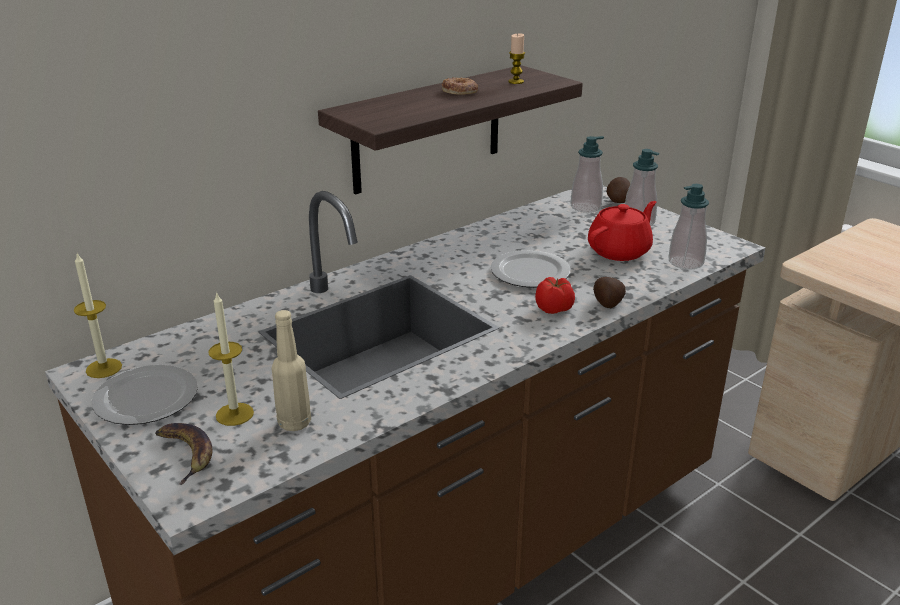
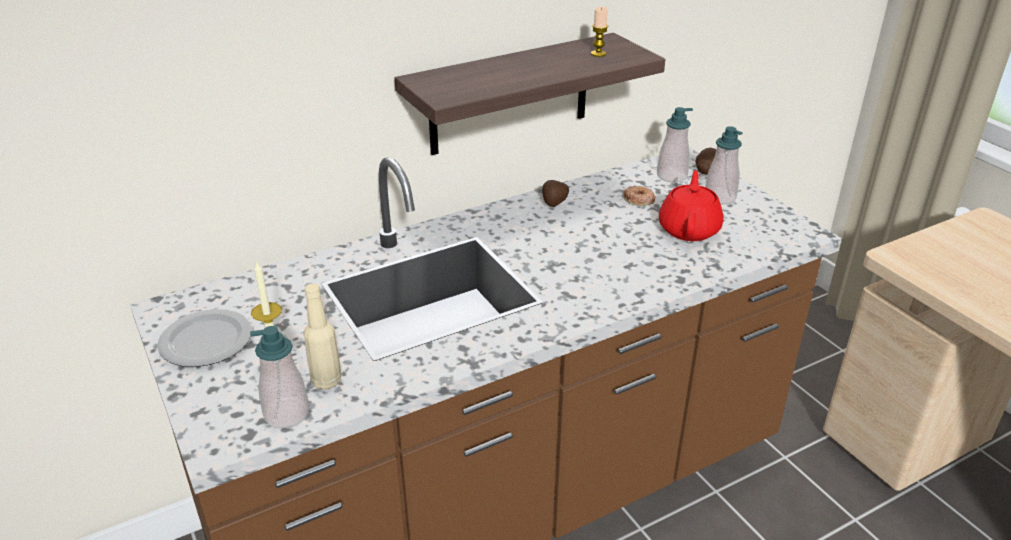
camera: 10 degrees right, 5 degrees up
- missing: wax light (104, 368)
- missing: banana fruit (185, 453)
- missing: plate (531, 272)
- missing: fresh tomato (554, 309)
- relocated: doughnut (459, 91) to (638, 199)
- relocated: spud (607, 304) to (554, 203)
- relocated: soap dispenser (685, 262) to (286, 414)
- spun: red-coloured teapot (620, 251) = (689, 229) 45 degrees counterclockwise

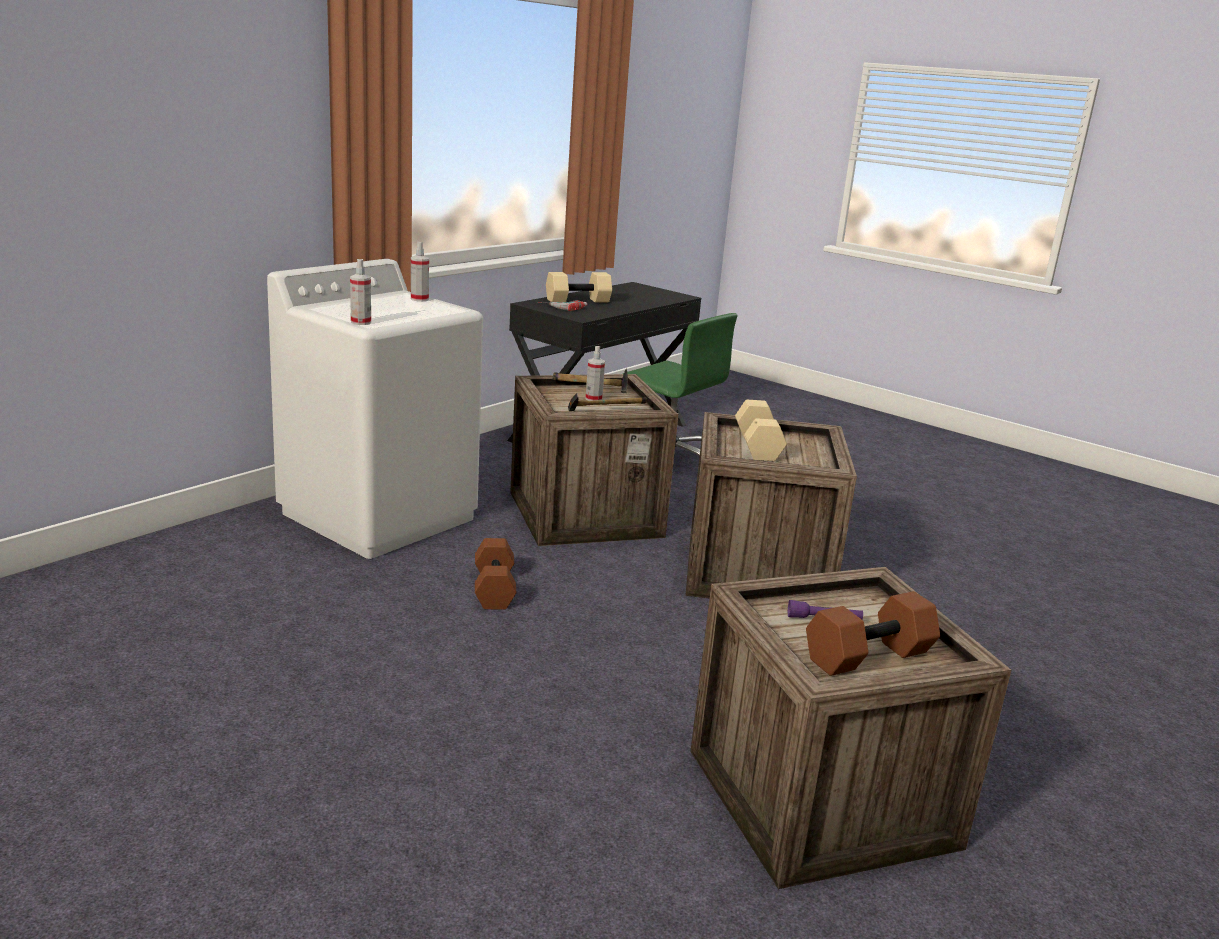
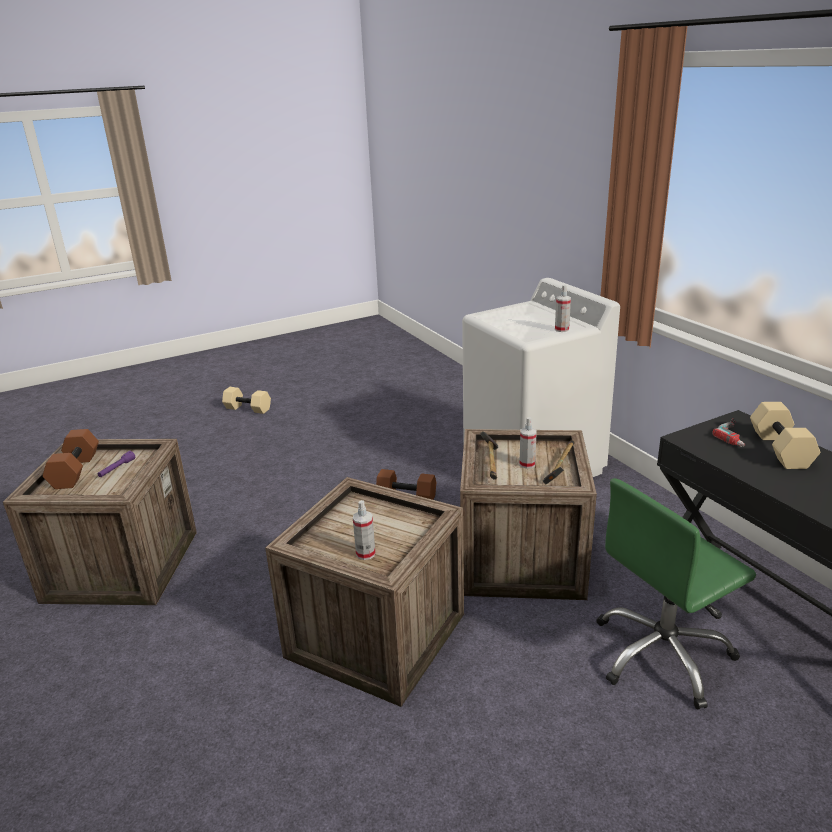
camera: 115 degrees right, 5 degrees up
- relocated: spray bottle (361, 322) to (365, 554)
- relocated: sand-coloured free weight (756, 446) to (248, 408)

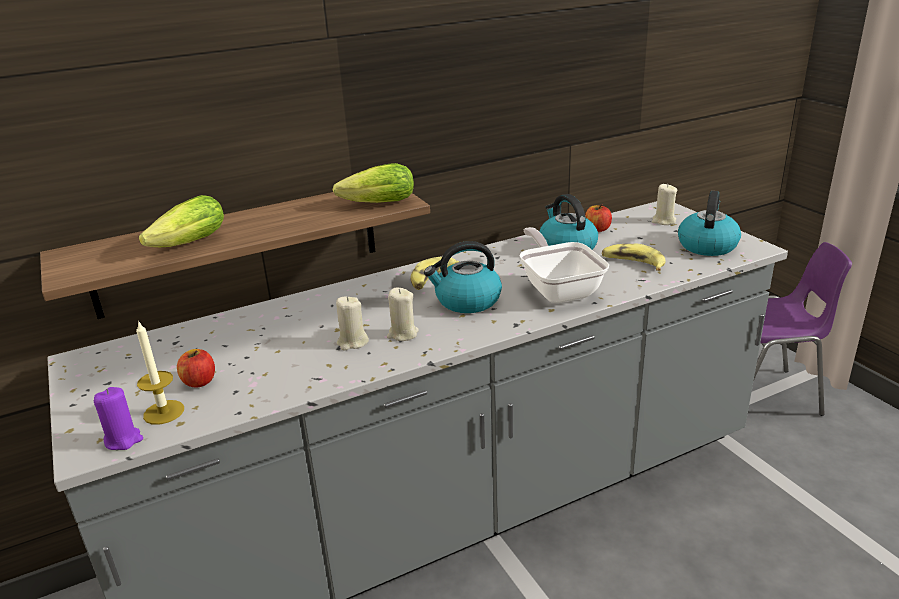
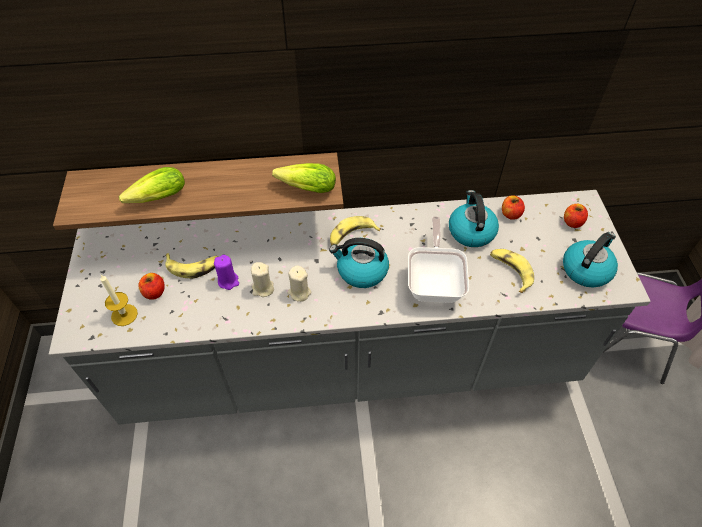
camera: 20 degrees right, 25 degrees up
- appeared: banana fruit (194, 266)
- relocated: purplish wax light (123, 440) to (228, 281)
- exchanged: sand-coloured wax light (663, 221) to whole apple (572, 222)

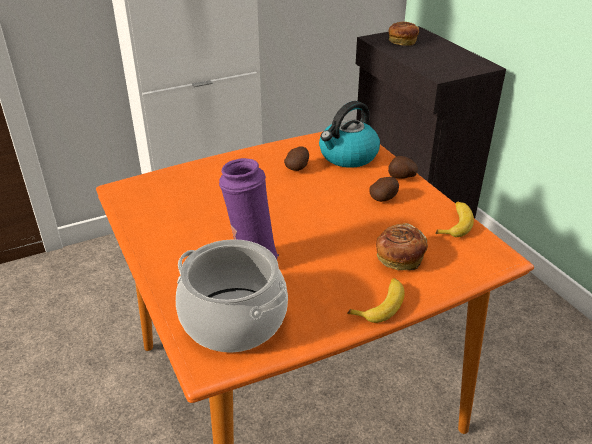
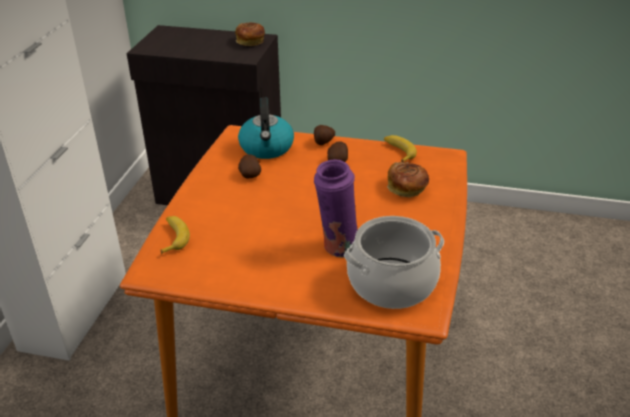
camera: 50 degrees left, 0 degrees up
- relocated: banana fruit (380, 304) to (173, 238)
- relocated: baked bread (402, 41) to (250, 42)

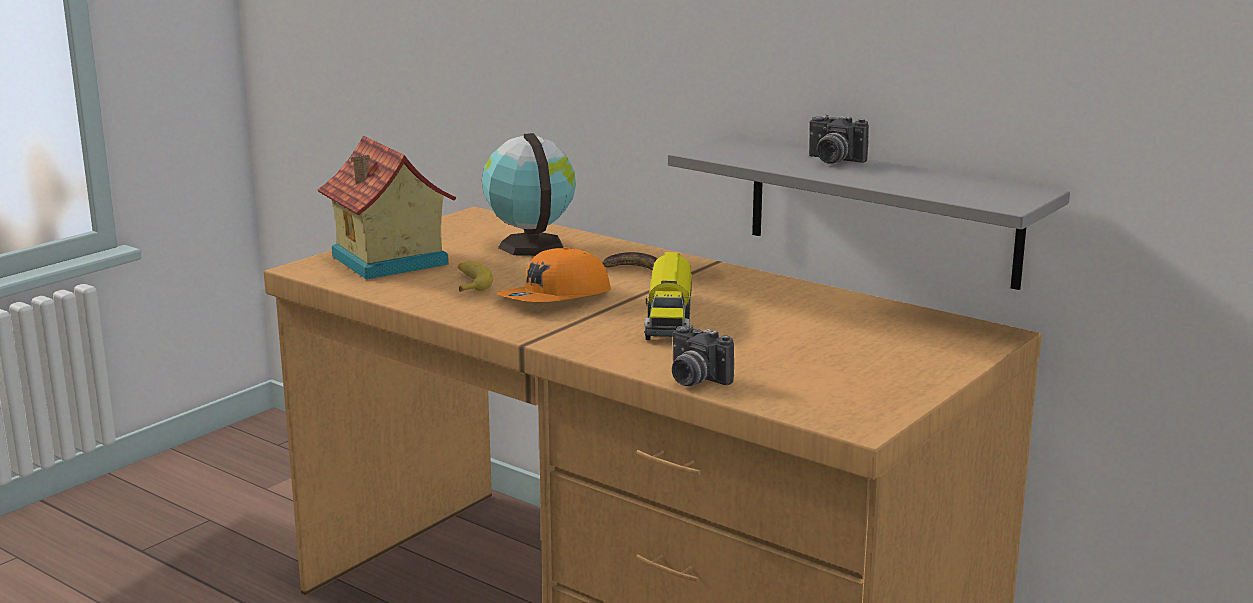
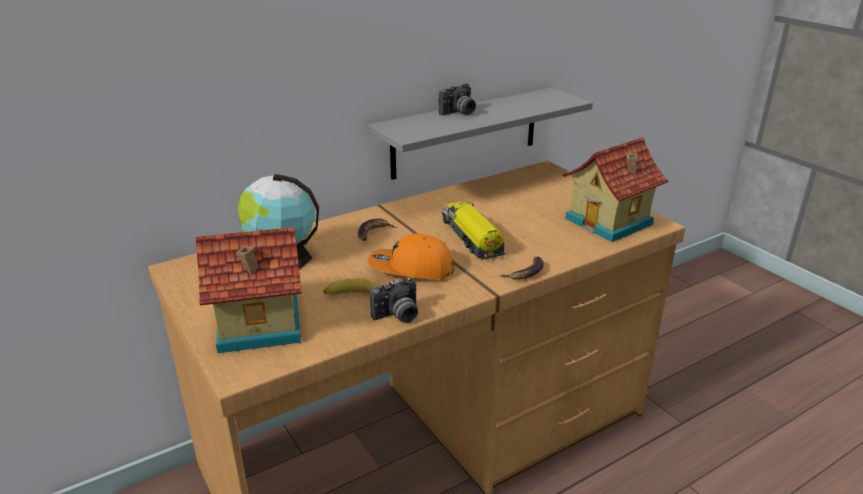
camera: 70 degrees left, 10 degrees up
- appeared: banana fruit (526, 272)
- appeared: model house (610, 222)
- relocated: photo camera (694, 380) to (398, 316)
- spun: orange-coloured cap (555, 298) = (411, 268) 120 degrees clockwise
- spun: toy truck (669, 316) = (472, 238) 135 degrees counterclockwise

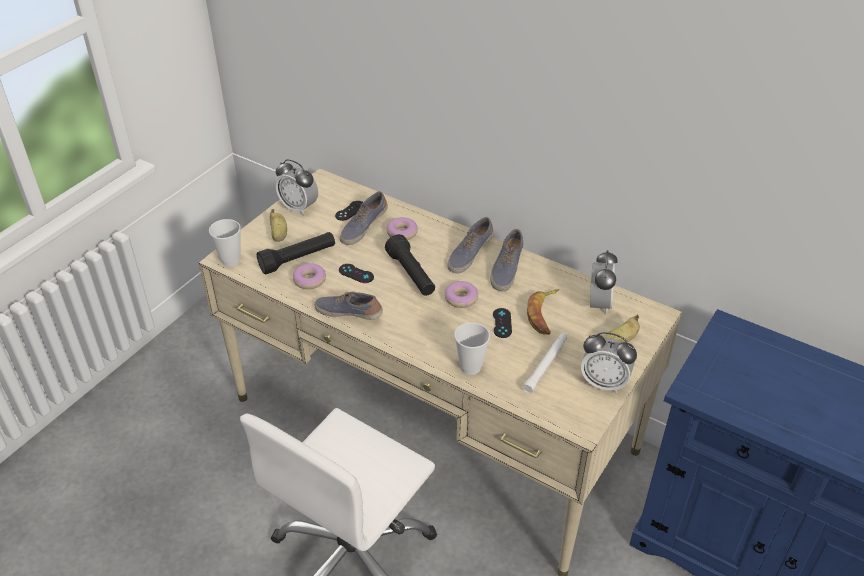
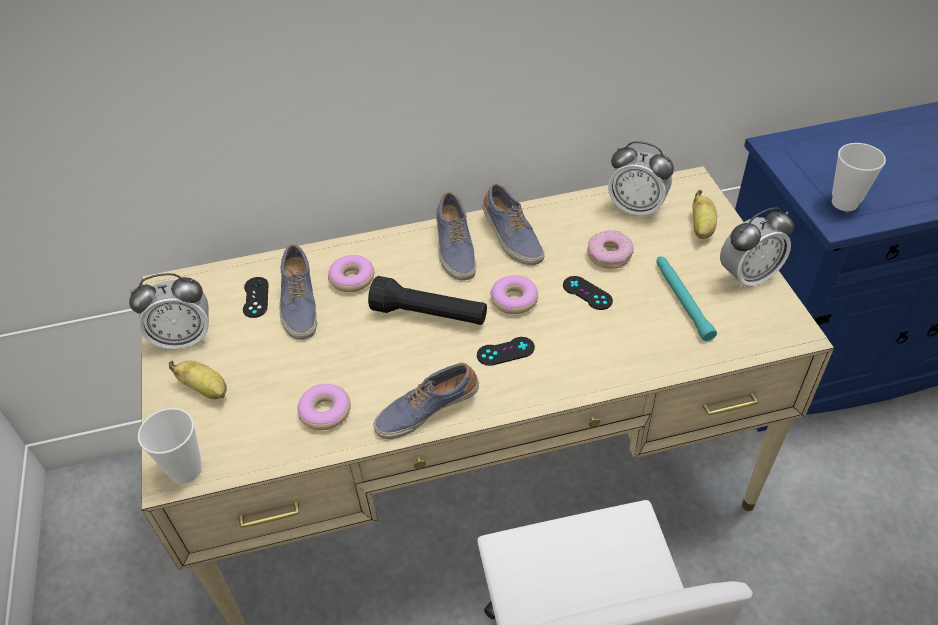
camera: 45 degrees left, 5 degrees up
- missing: black flashlight (298, 259)
- relocated: black joypad (356, 273) to (505, 351)
- relocated: cup (470, 367) to (844, 203)
- exchanged: banana fruit (544, 314) to doughnut (609, 255)
- colour: whitish flashlight (546, 364) to blue-green flashlight (682, 300)
- spun: bedside clock (599, 304) = (636, 208) 150 degrees clockwise

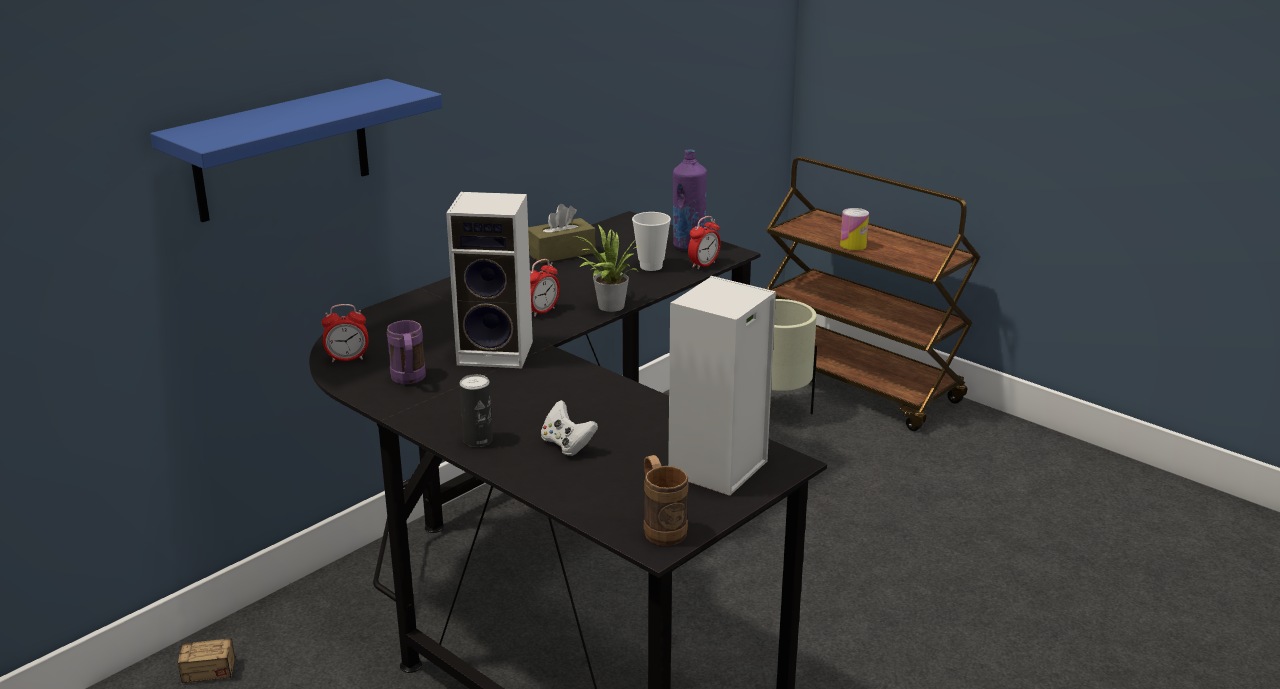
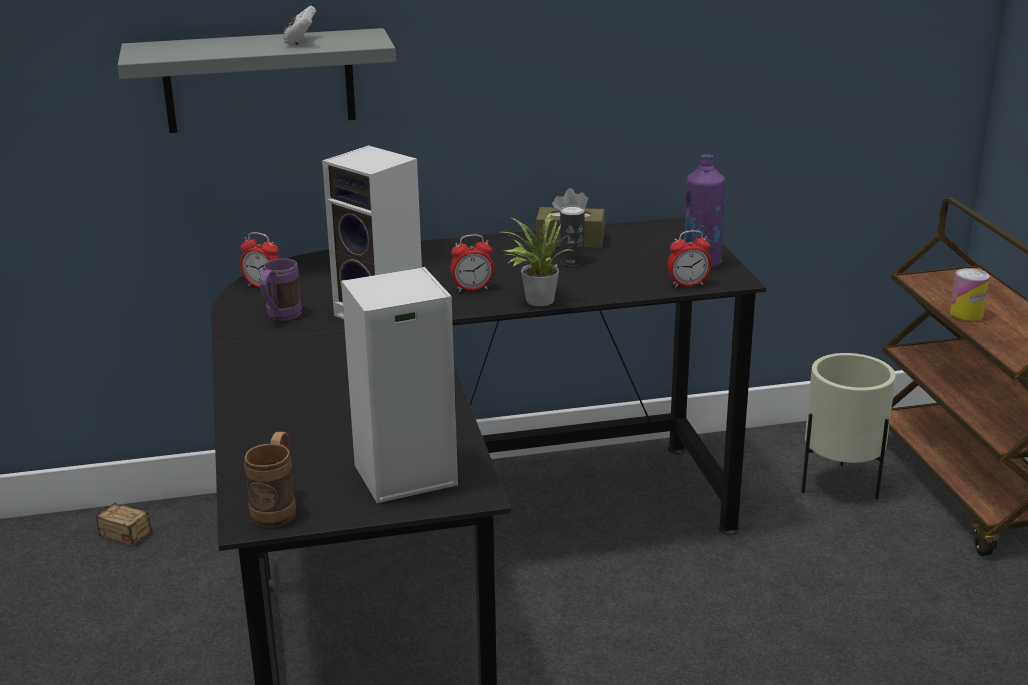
camera: 35 degrees right, 0 degrees up
- missing: cup (651, 266)
- relocated: can (478, 440) to (571, 261)
- relocated: whitish joypad (567, 445) to (300, 41)
- colour: bluish shelf (282, 150) to greyish shelf (259, 81)

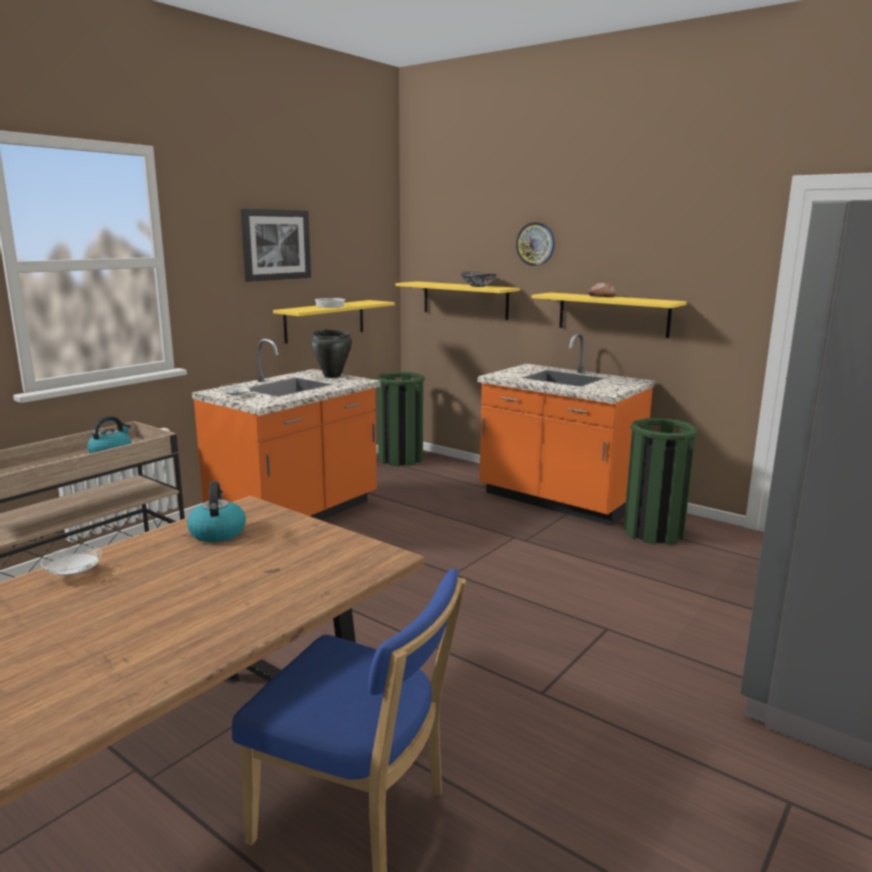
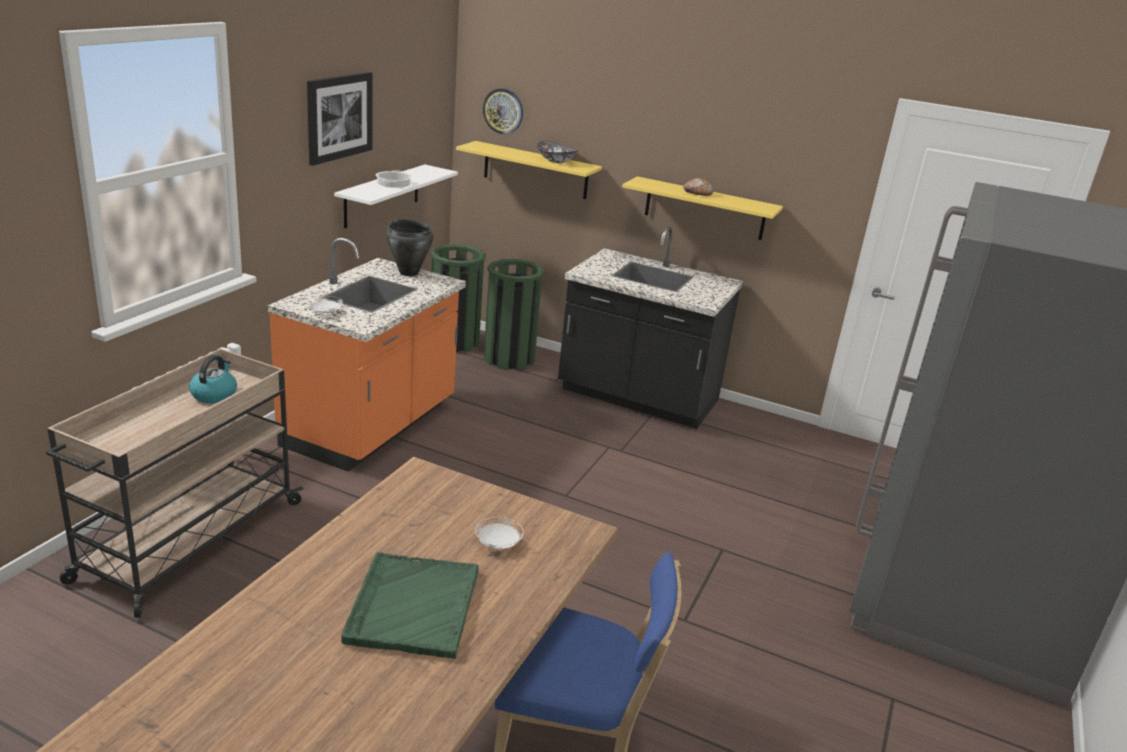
camera: 15 degrees left, 10 degrees up
- missing: water kettle (217, 532)
- appeared: greenish tray (412, 607)
- relocated: whitish plate (74, 574) to (498, 544)
- relocated: wall clock (535, 244) to (503, 111)
- relocated: greenish trash can (653, 532) to (509, 359)
- colour: yellowish shelf (325, 320) to whitish shelf (382, 195)
- colour: orange-coloured kitchen counter (558, 500) to black kitchen counter (637, 397)

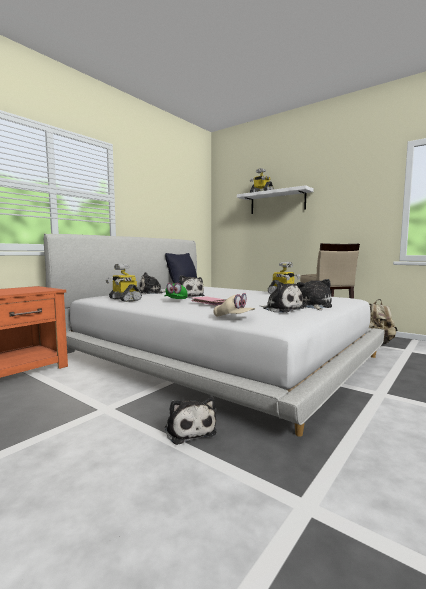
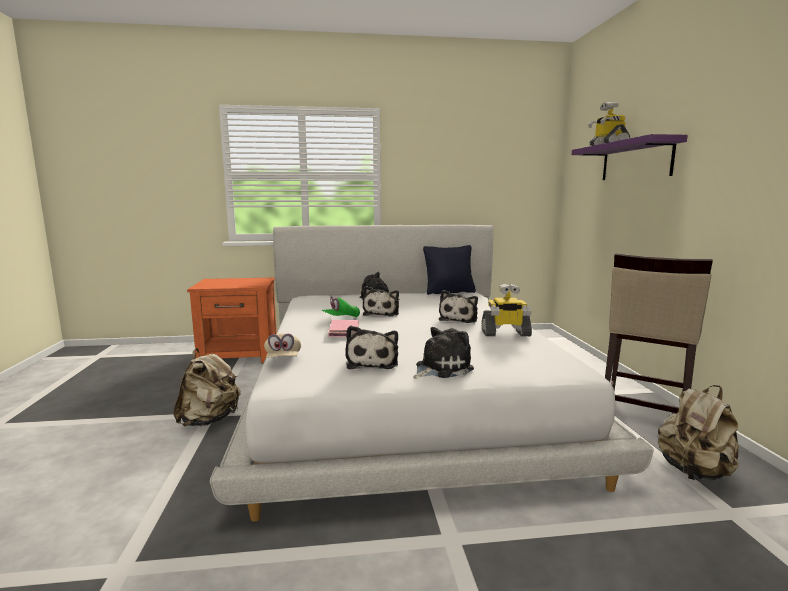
camera: 45 degrees right, 5 degrees up
- missing: robot figure (124, 299)
- appeared: sand-coloured knapsack (209, 420)
- relocated: cuddly toy (189, 430) to (459, 319)
- colour: whitish shelf (277, 202) to purplish shelf (635, 161)

